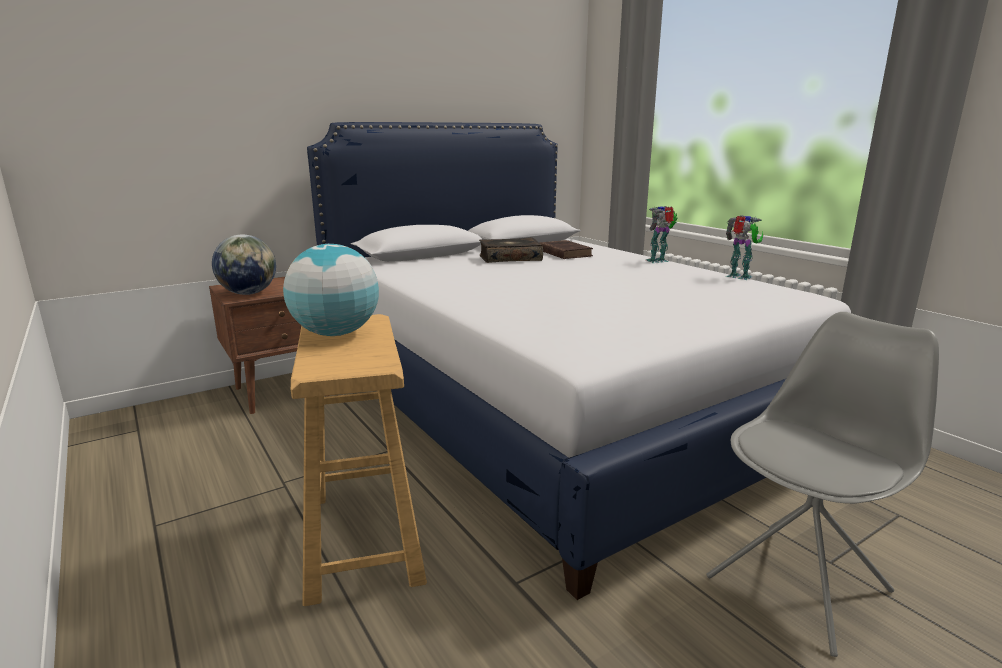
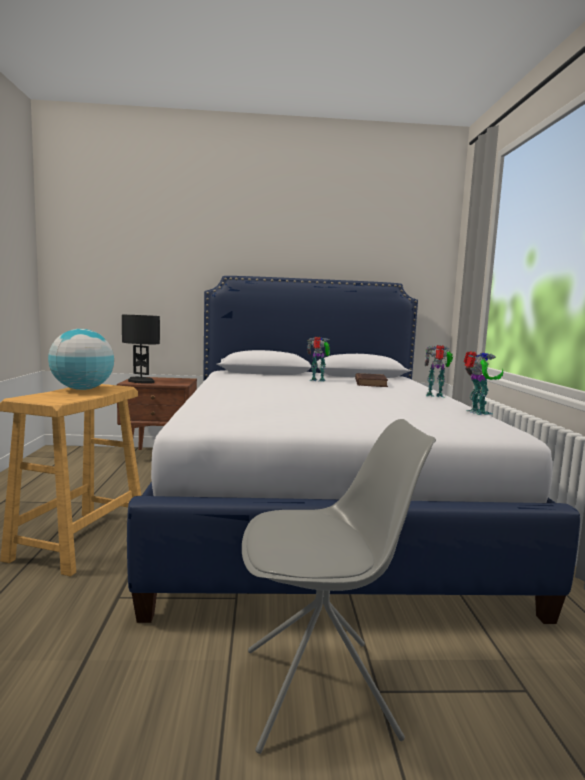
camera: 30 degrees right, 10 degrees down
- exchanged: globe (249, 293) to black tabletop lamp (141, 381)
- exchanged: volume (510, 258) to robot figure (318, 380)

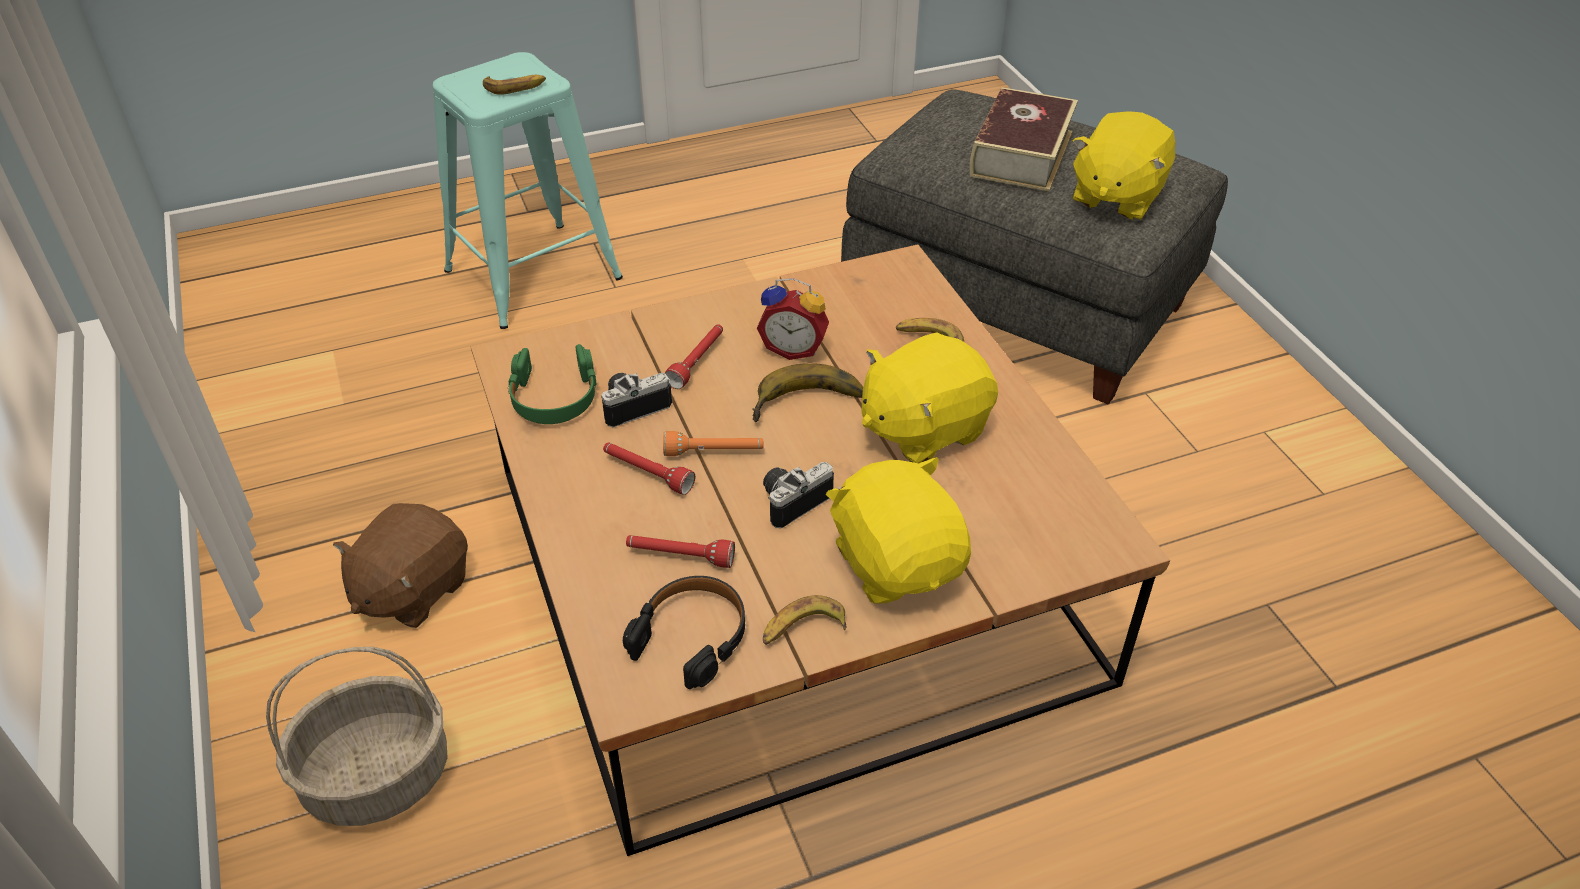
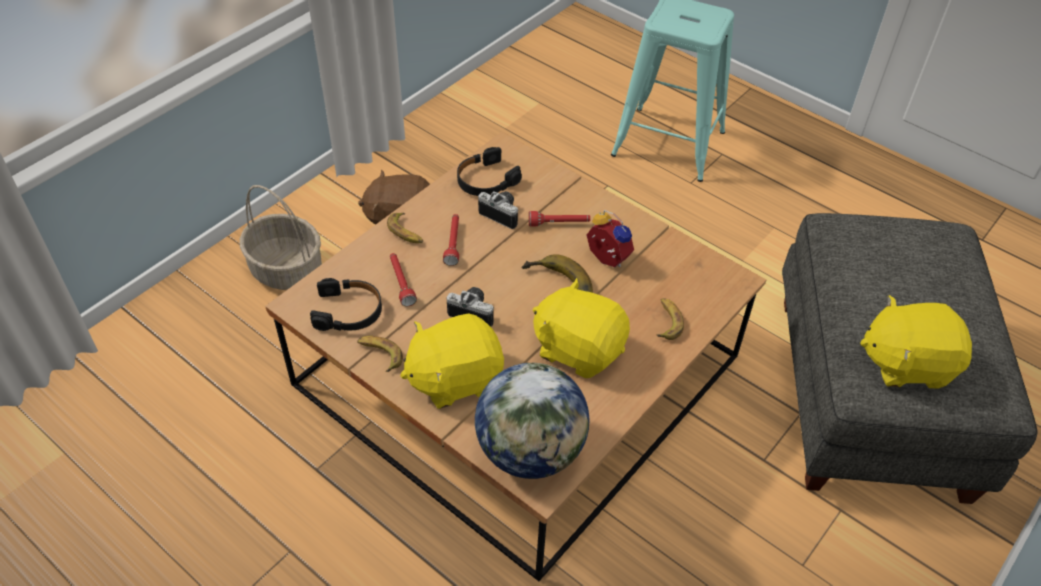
camera: 60 degrees right, 5 degrees up
- missing: orange-coloured flashlight (714, 452)
- missing: volume (1021, 154)
- appeared: globe (531, 451)
- relocated: banana fruit (515, 87) to (406, 232)
- colour: greenish pair of headphones (554, 396) to black pair of headphones (486, 180)
- spun: bedside clock (794, 348) = (605, 260) 150 degrees clockwise
- spun: yellowish cuddly toy (897, 563) = (454, 378) 150 degrees counterclockwise

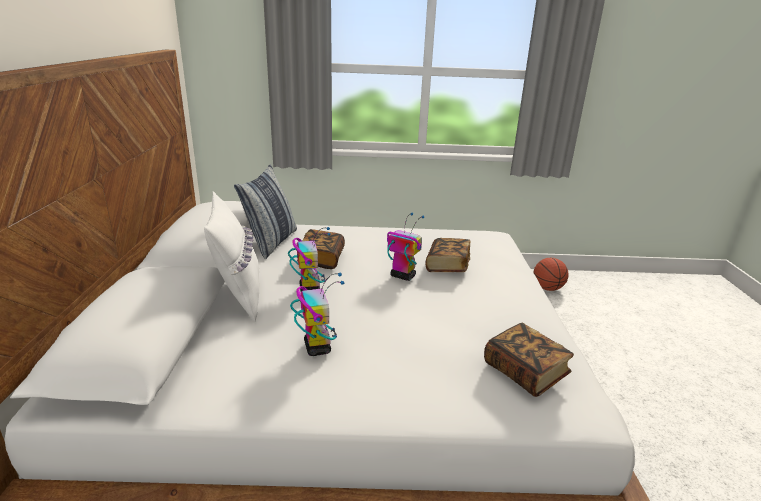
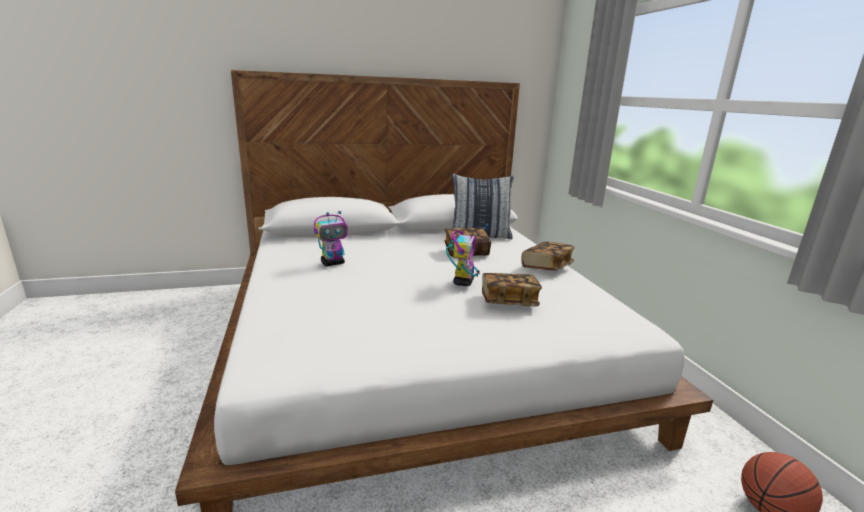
camera: 75 degrees right, 5 degrees down
- missing: whitish throw pillow (238, 295)
- missing: robot figure (309, 289)
- relocated: volume (525, 372) to (546, 267)

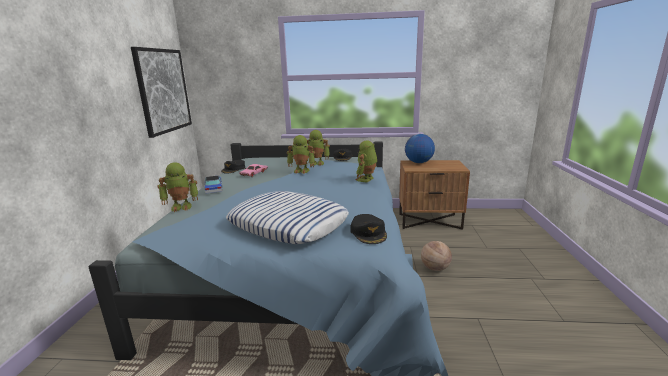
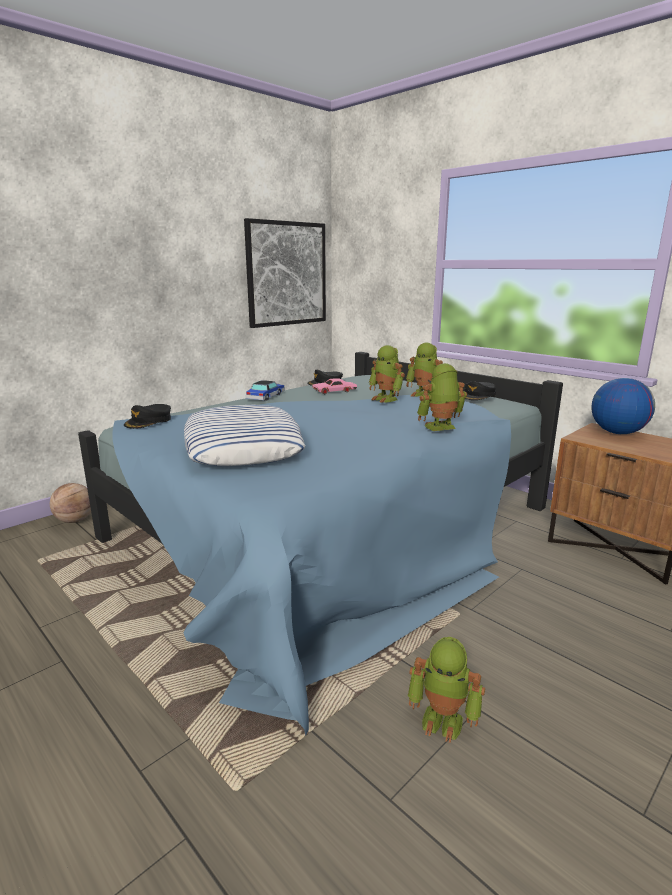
camera: 40 degrees right, 0 degrees up
- relocated: robot figure (182, 206) to (443, 719)
- relocated: black cap (369, 233) to (149, 421)
- relocated: basketball (435, 268) to (75, 520)

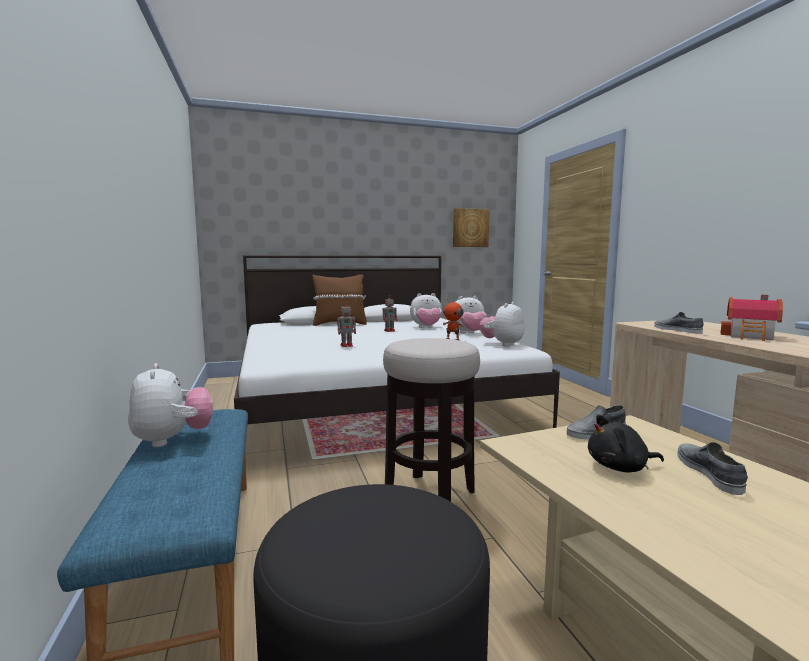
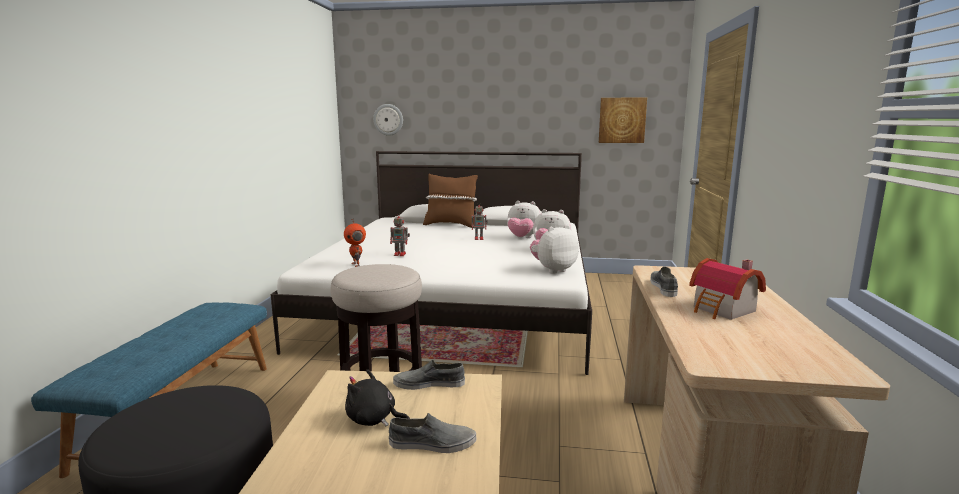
camera: 25 degrees right, 5 degrees up
- missing: cuddly toy (172, 440)
- appeared: wall clock (388, 119)
- relocated: robot figure (453, 339) to (356, 265)
- spun: greyish low shoe (709, 473) = (432, 444) 60 degrees clockwise

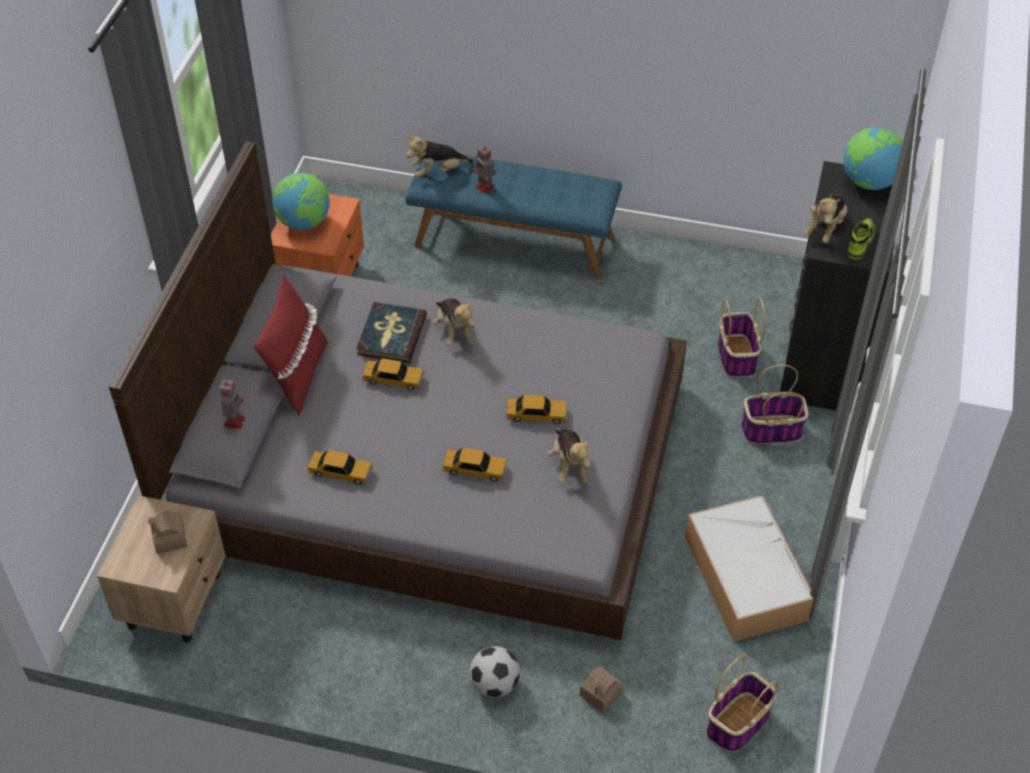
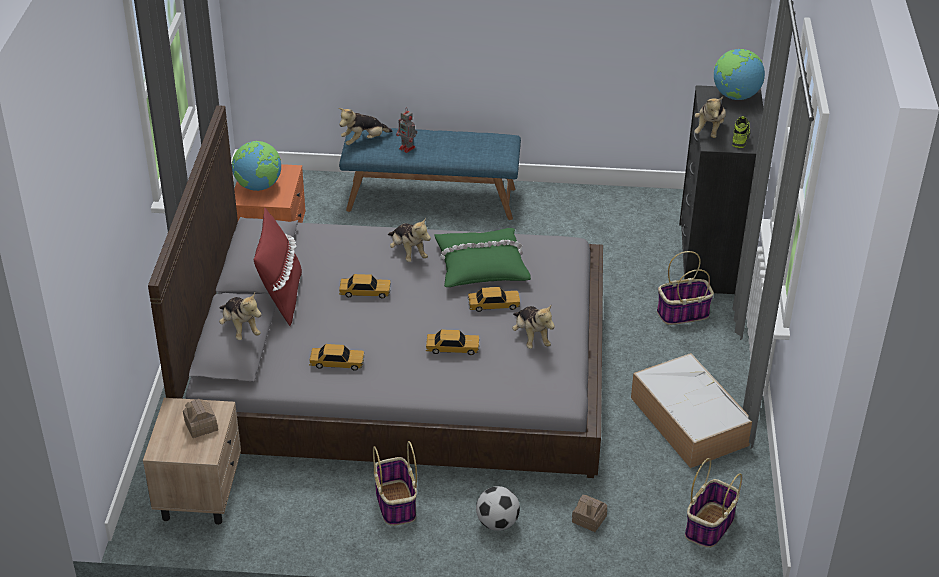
camera: 10 degrees left, 10 degrees down
- missing: volume (391, 335)
- appeared: greenish throw pillow (481, 265)
- relocated: household basket (736, 356) to (395, 503)
- exchanged: robot figure (235, 421) to cuddly toy (240, 329)

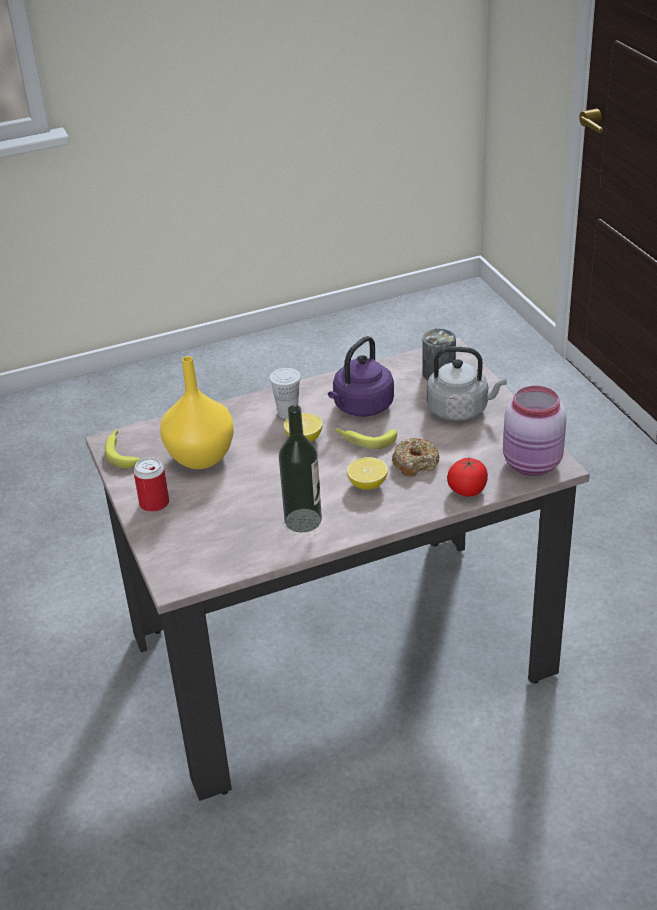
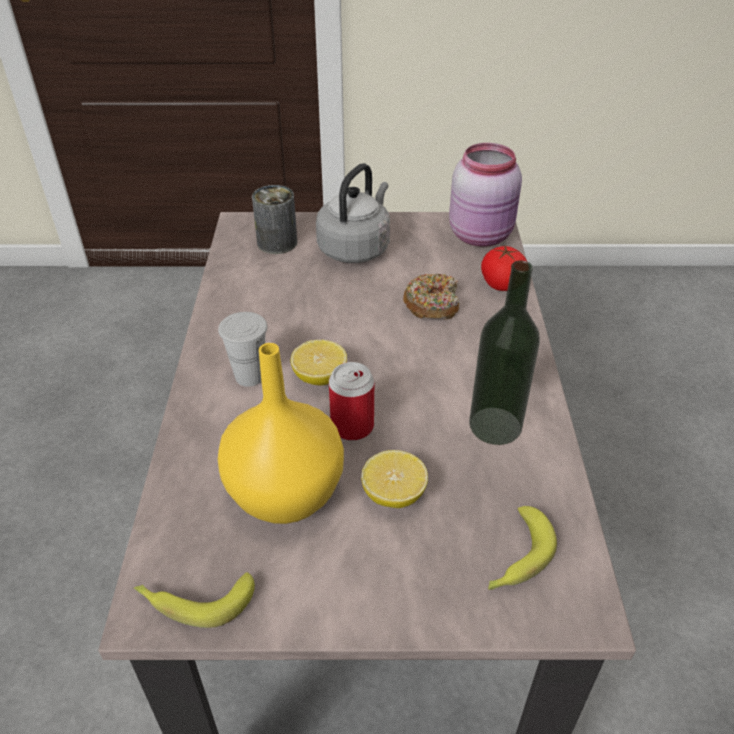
camera: 70 degrees left, 5 degrees up
- missing: purplish water kettle (361, 407)
- relocated: can (154, 503) to (352, 426)
- relocated: banana fruit (364, 439) to (516, 558)
- relocated: whole lemon (367, 485) to (394, 495)

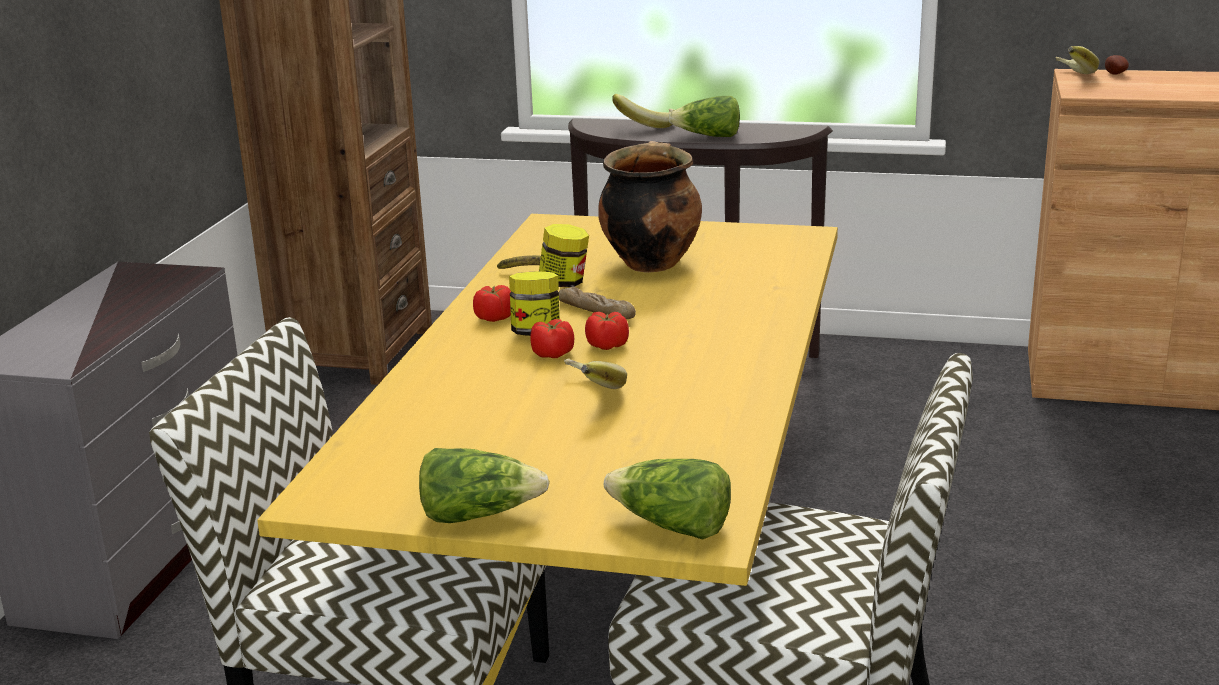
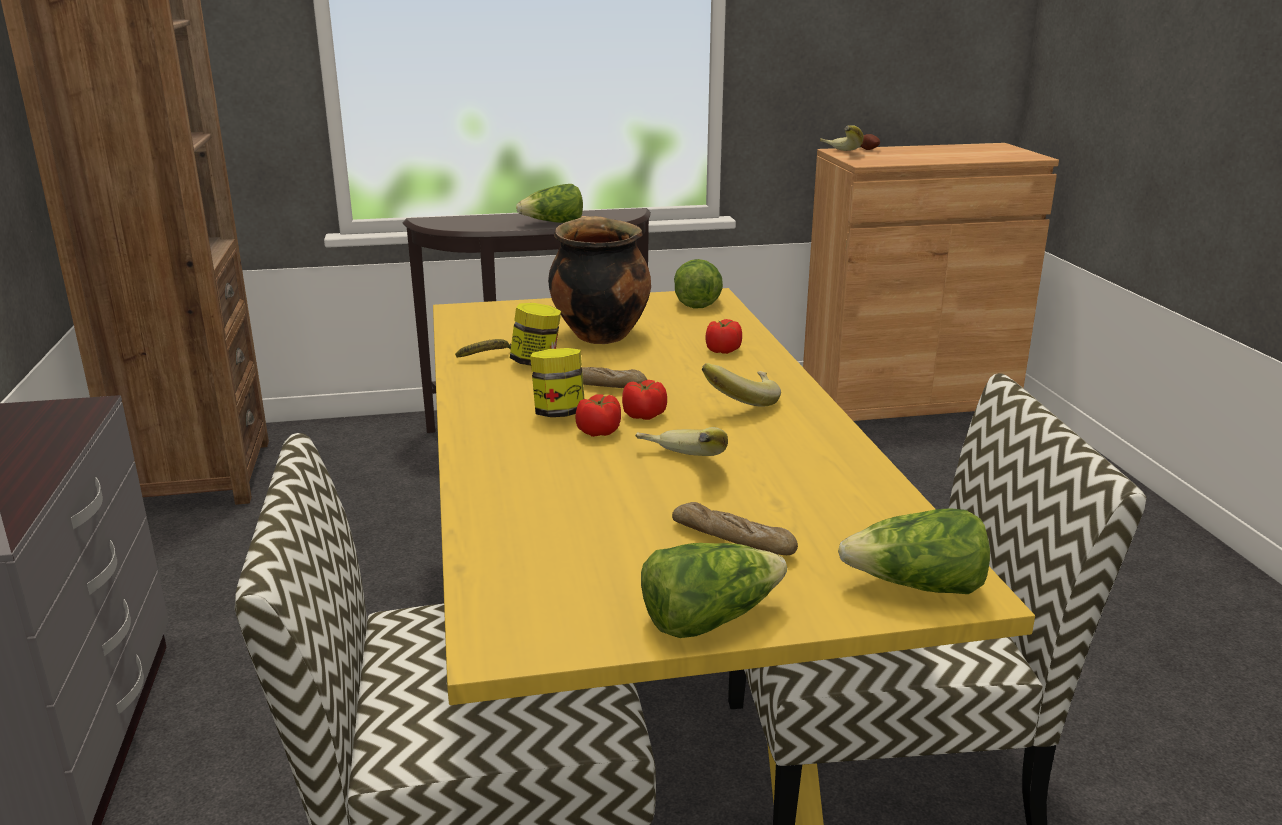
camera: 25 degrees left, 0 degrees up
- appeared: baked bread (732, 540)
- appeared: lettuce head (696, 301)
- relocated: fresh tomato (494, 318) to (722, 350)
- relocated: banana fruit (646, 126) to (740, 402)

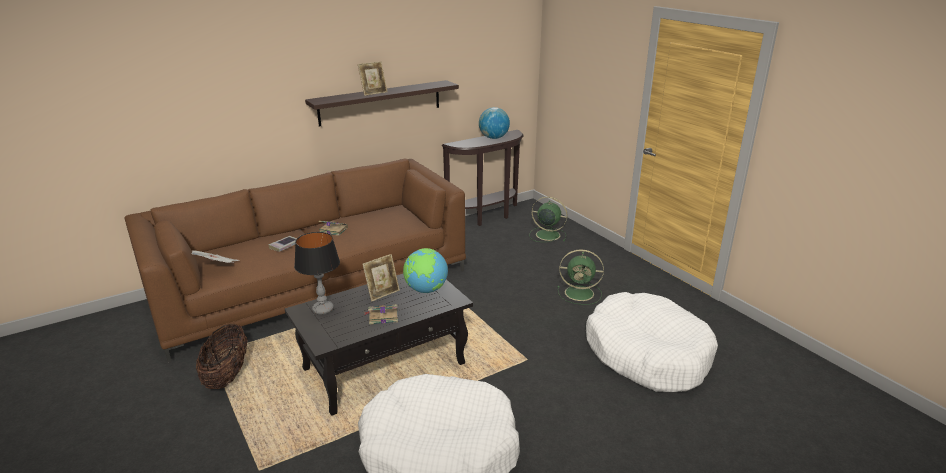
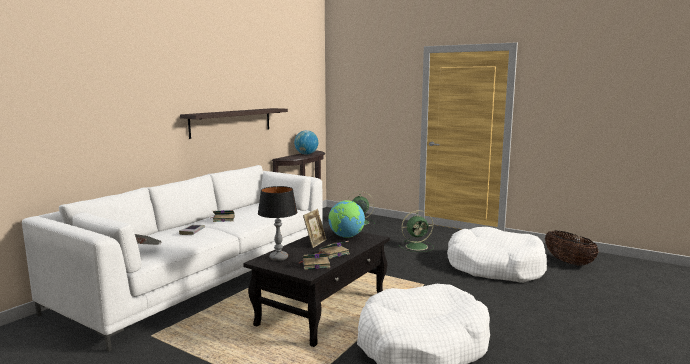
camera: 25 degrees left, 15 degrees down
- missing: picture frame (373, 93)
- appeared: volume (315, 265)
- relocated: household basket (227, 375) to (568, 262)
- colour: brown-coloured couch (313, 285) to whitish couch (203, 277)

